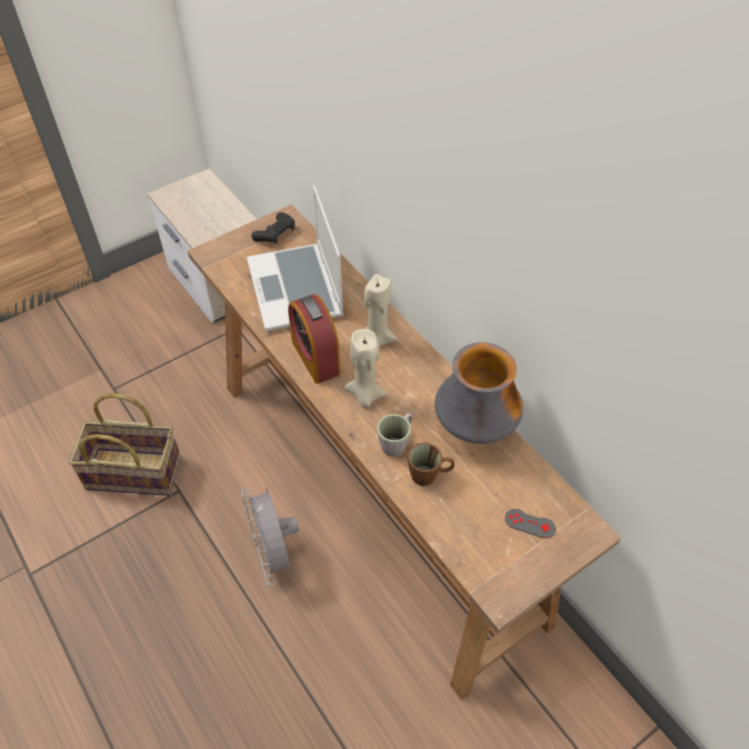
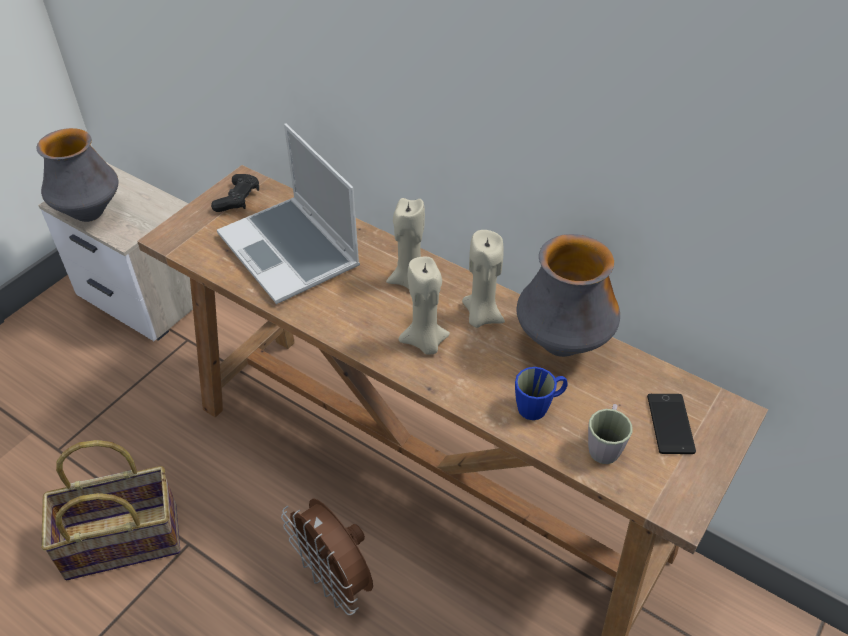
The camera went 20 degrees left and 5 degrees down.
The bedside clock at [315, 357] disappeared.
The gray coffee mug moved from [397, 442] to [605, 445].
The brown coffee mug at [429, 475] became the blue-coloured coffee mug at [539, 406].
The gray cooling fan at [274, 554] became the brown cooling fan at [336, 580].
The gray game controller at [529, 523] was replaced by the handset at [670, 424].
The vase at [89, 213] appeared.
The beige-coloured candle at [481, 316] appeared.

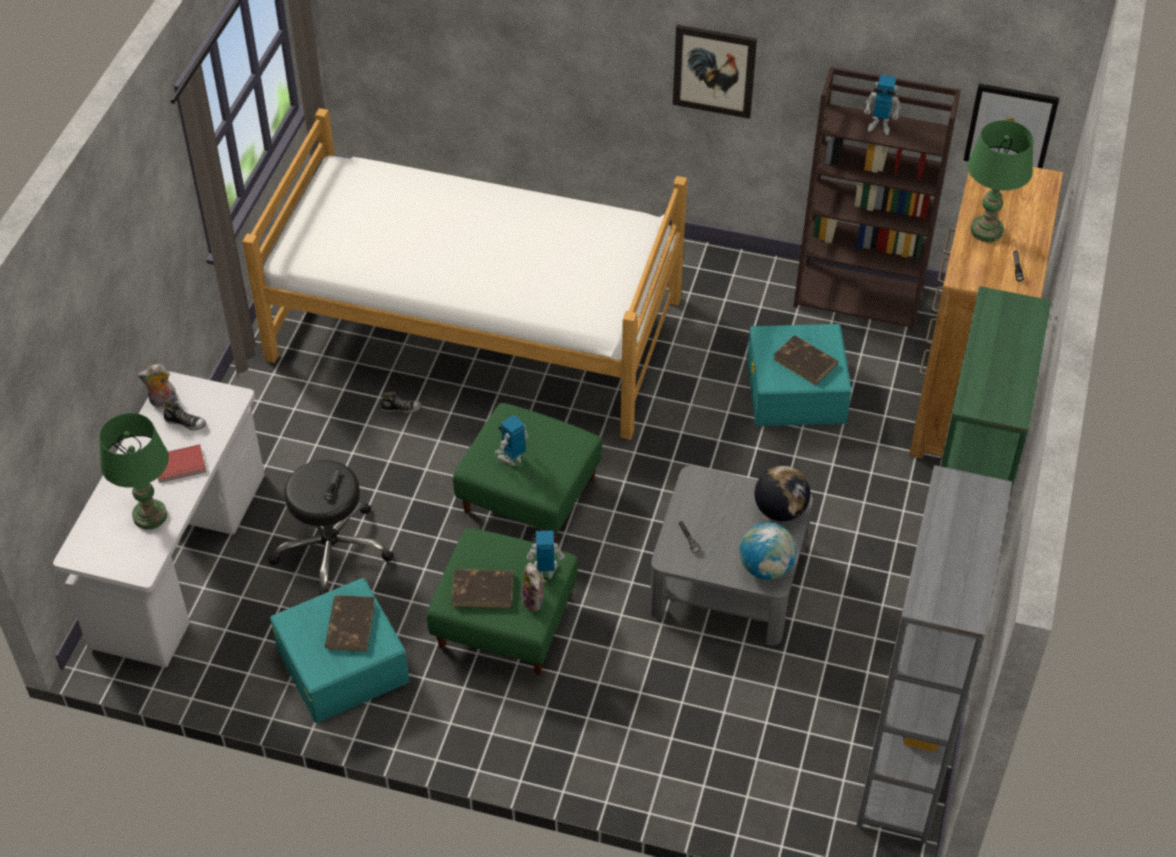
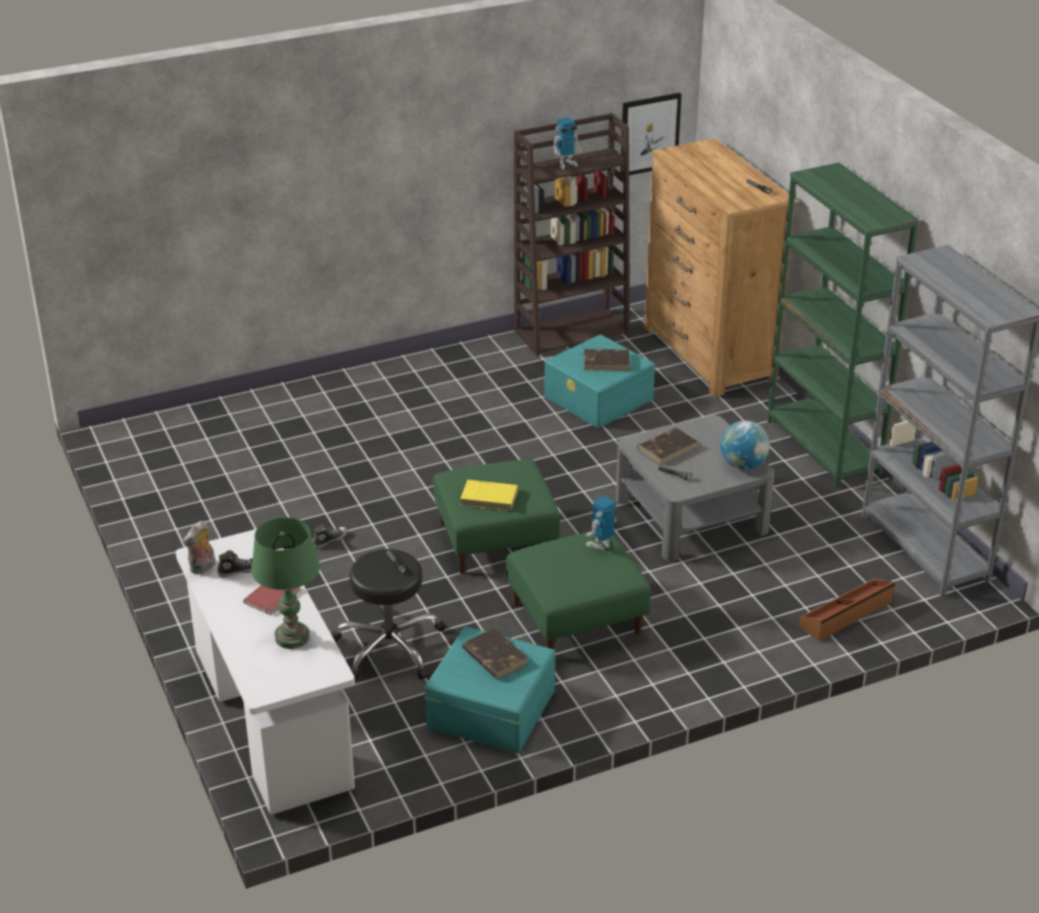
The camera went 40 degrees left and 15 degrees down.
The picture at [714, 71] disappeared.
The bedroom bed at [475, 328] disappeared.
The green-coloured lamp for a table at [986, 231] disappeared.
The model robot at [512, 458] was replaced by the yellowish volume at [490, 497].
The world globe at [780, 510] disappeared.
The cuddly toy at [534, 601] disappeared.
The brown volume moved from [483, 590] to [667, 448].
The brown storage bin at [846, 615] appeared.

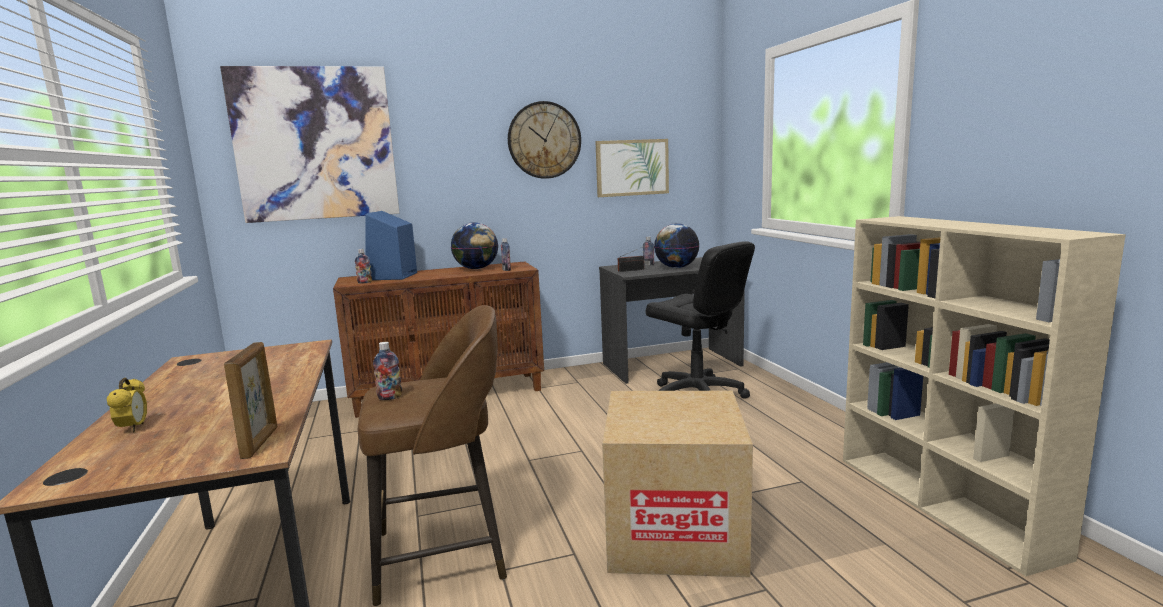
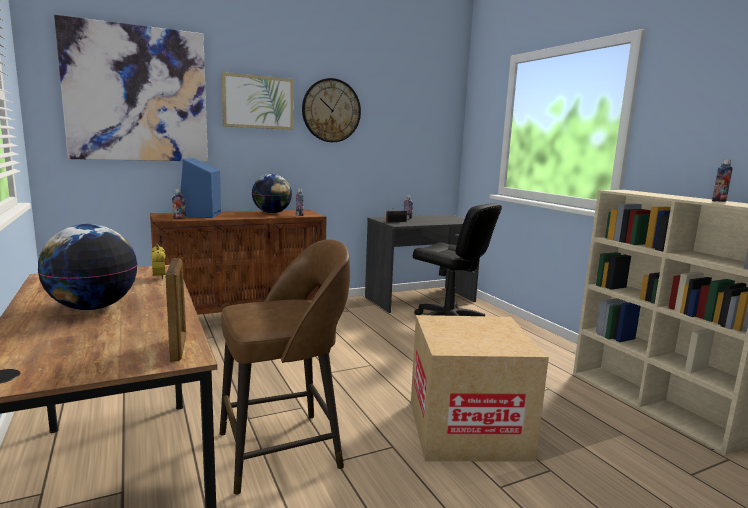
The camera went 10 degrees left and 0 degrees up.
The picture moved from [632, 167] to [258, 102].
The world globe moved from [676, 267] to [93, 307].
The drink bottle moved from [390, 397] to [719, 201].
The bedside clock moved from [133, 428] to [159, 277].

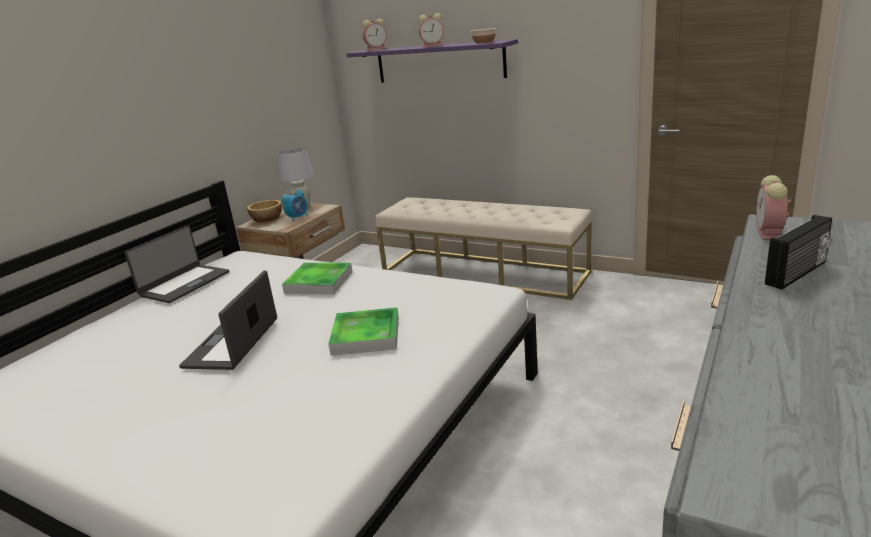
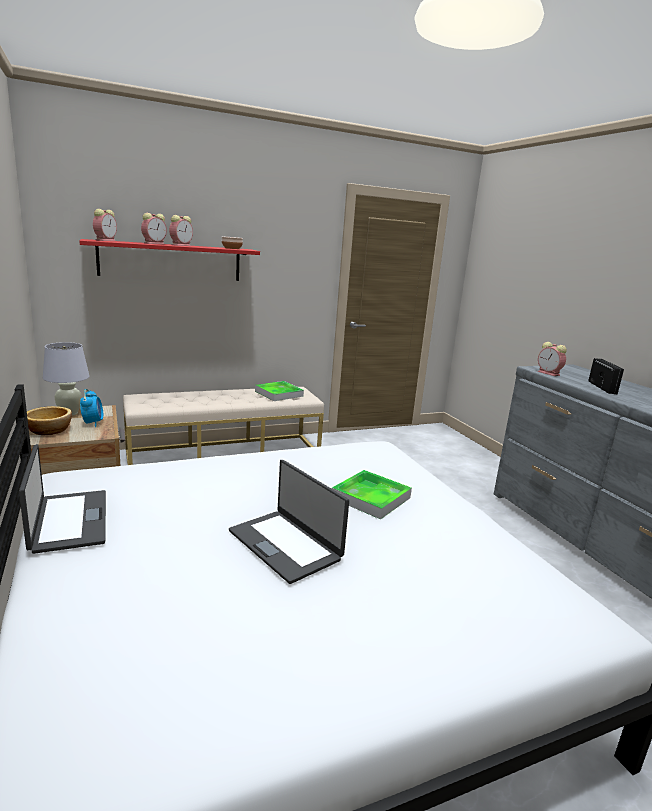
The camera went 55 degrees left and 5 degrees down.
The purple-coloured shelf at [439, 62] became the red-coloured shelf at [171, 261].
The serving tray moved from [319, 282] to [279, 394].
The bedside clock at [154, 243] appeared.

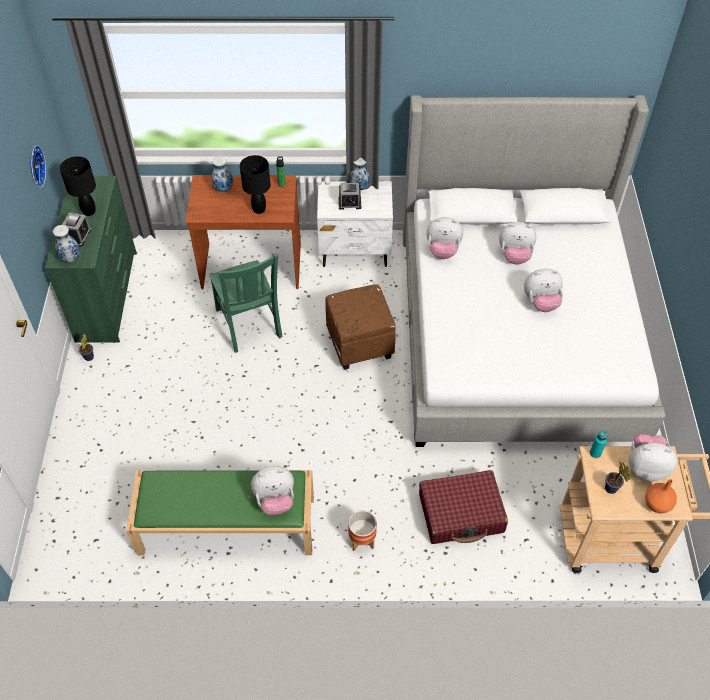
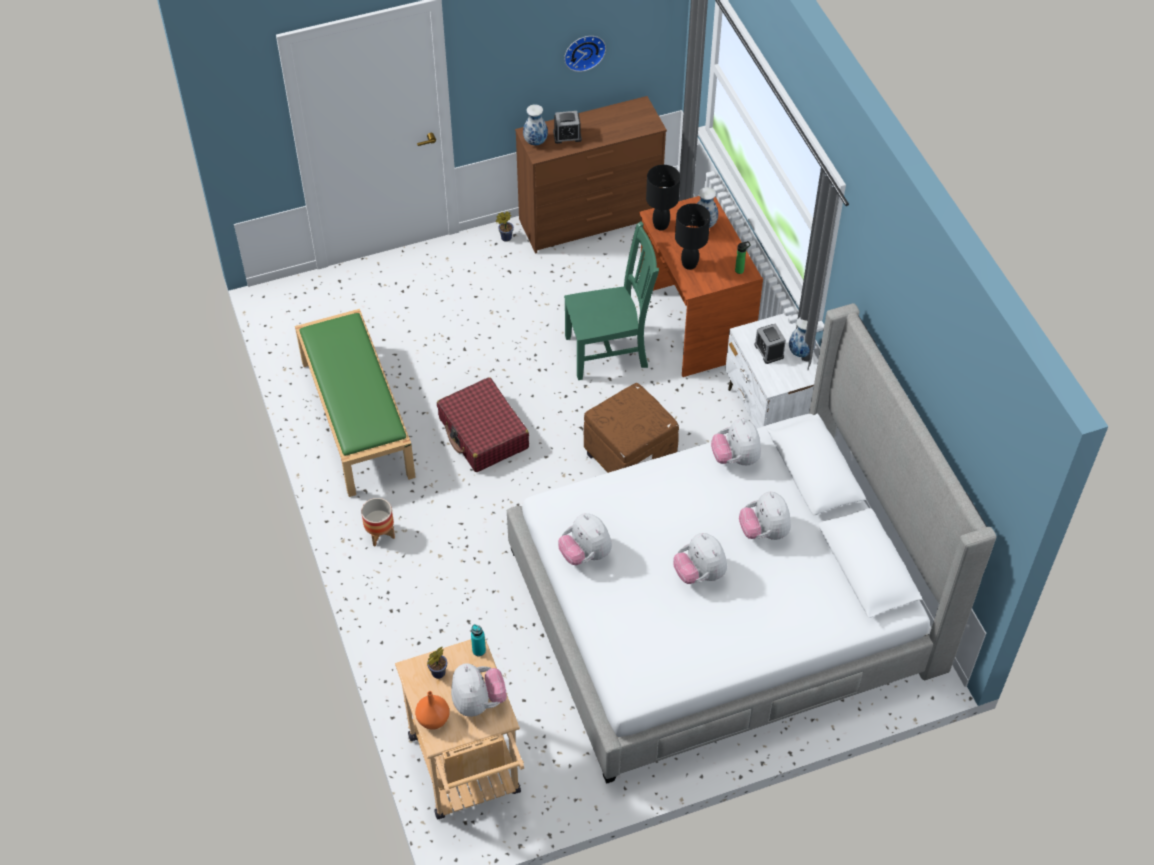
The camera went 70 degrees right and 0 degrees up.
The blackish lamp for a table moved from [88, 211] to [660, 225].
The green-coloured dresser at [108, 296] became the brown dresser at [590, 221].
The green-coloured plain chair at [249, 325] turned 150 degrees counterclockwise.
The cuddly toy moved from [275, 500] to [585, 554].
The red-coloured travel case moved from [461, 513] to [483, 433].

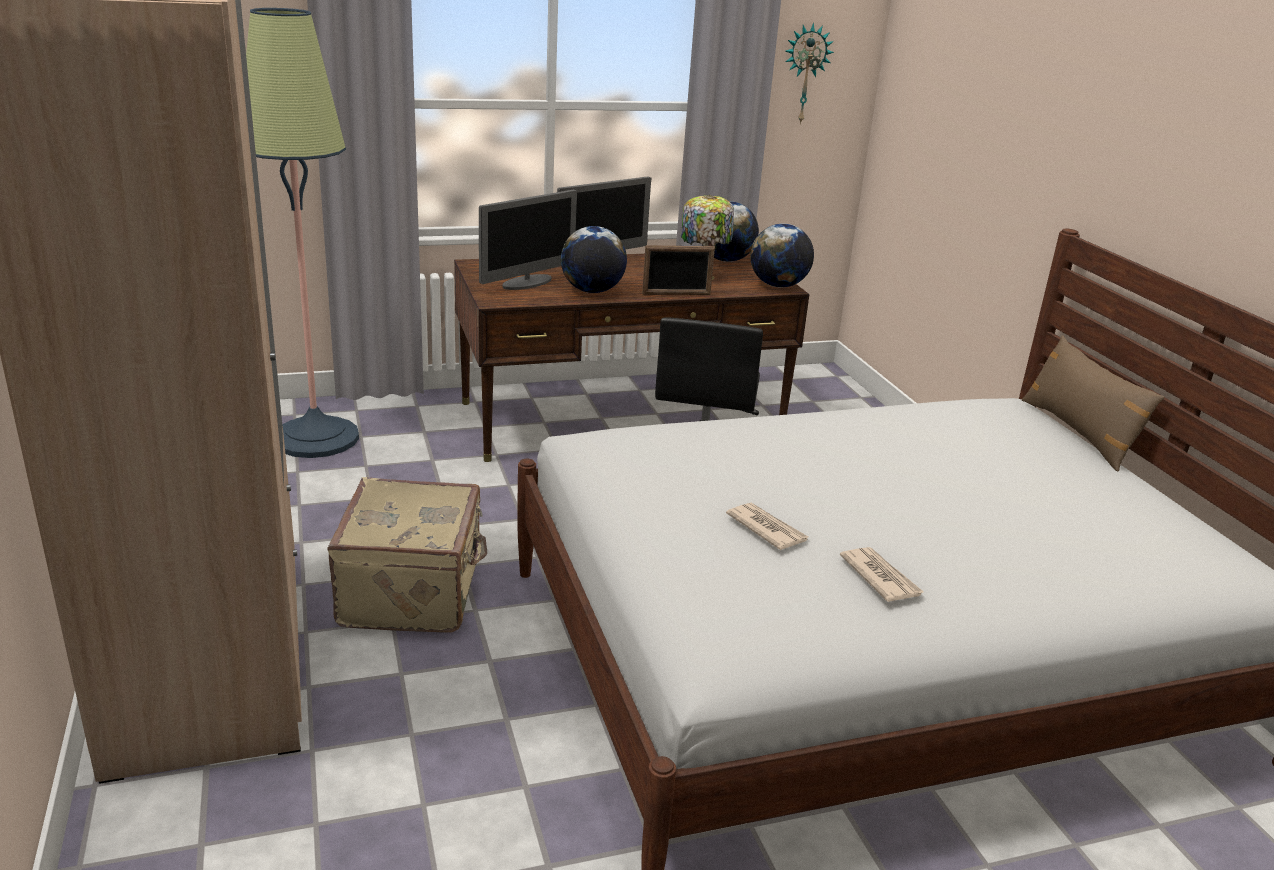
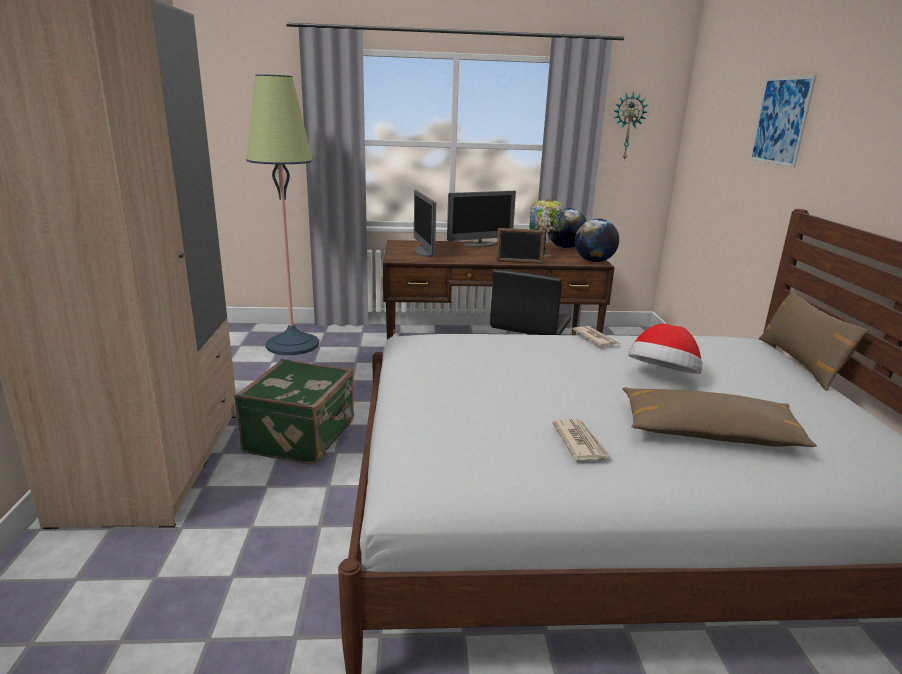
The camera went 15 degrees right and 5 degrees down.
The computer display at [527, 283] turned 105 degrees clockwise.
The world globe at [592, 291] disappeared.
The beige-coloured travel case at [414, 592] became the green-coloured travel case at [302, 437].
The printed paper moved from [766, 529] to [595, 338].
The picture at [781, 121] appeared.
The wearable hat at [662, 378] appeared.
The brown cushion at [709, 433] appeared.

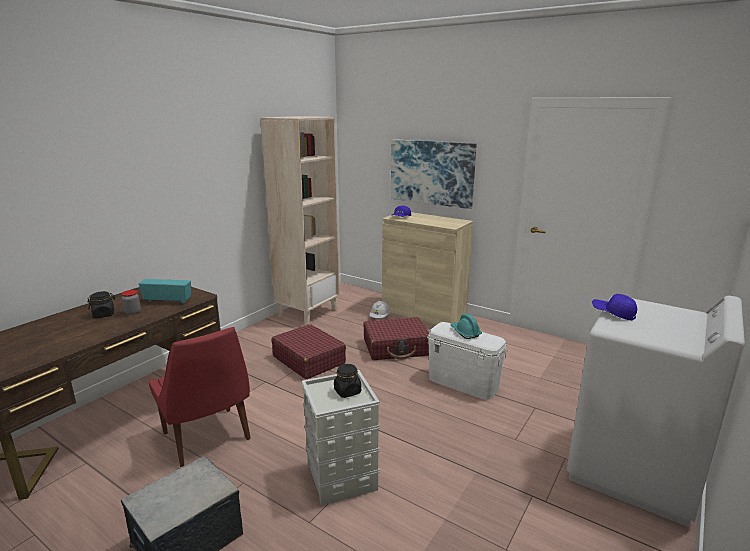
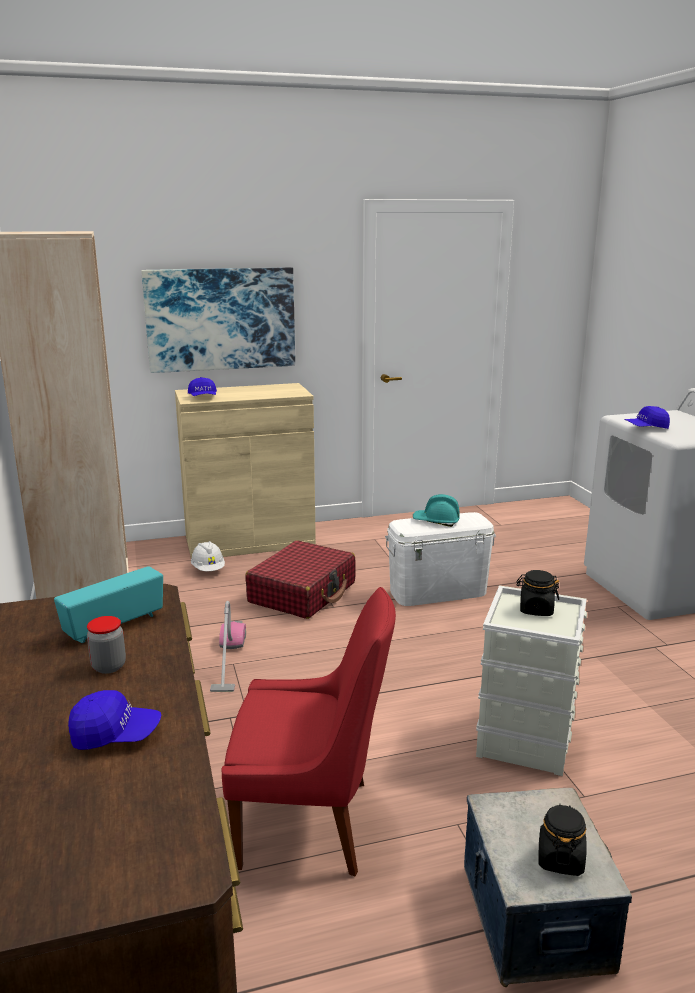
The camera went 50 degrees left and 0 degrees up.
The blackish storage jar moved from [104, 314] to [560, 859].
The red-coloured travel case at [309, 360] was replaced by the vacuum cleaner at [228, 661].
The blue-coloured peaked cap at [115, 735] appeared.

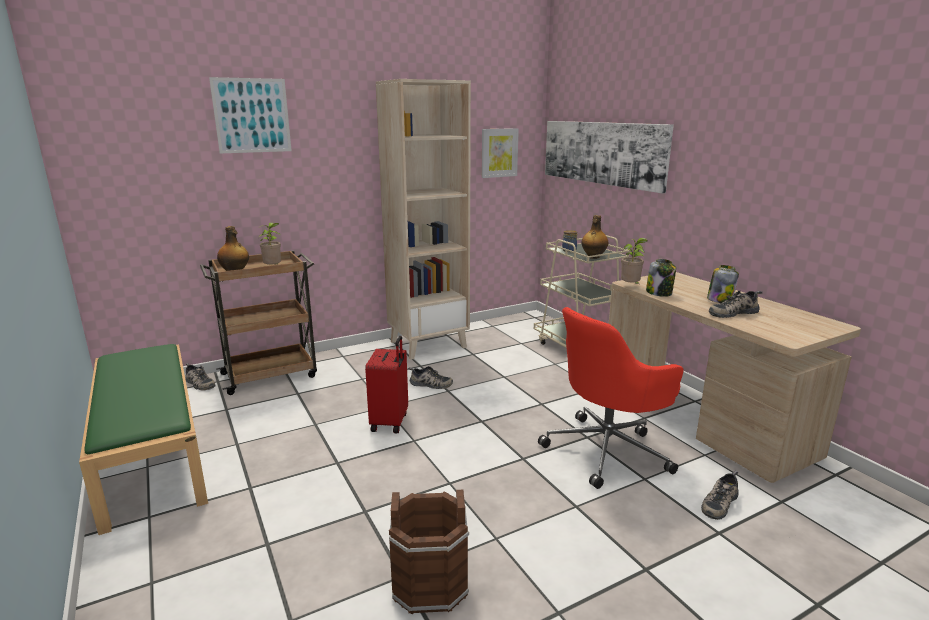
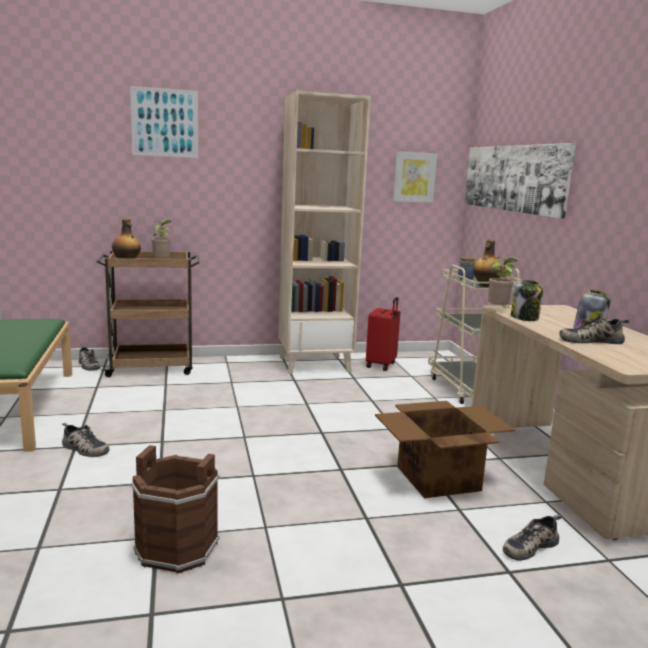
The camera went 15 degrees right and 5 degrees down.
The red-coloured office chair at [608, 450] was replaced by the carton at [436, 478].
The red-coloured travel case moved from [390, 422] to [382, 365].
The item of footwear moved from [430, 384] to [83, 449].

